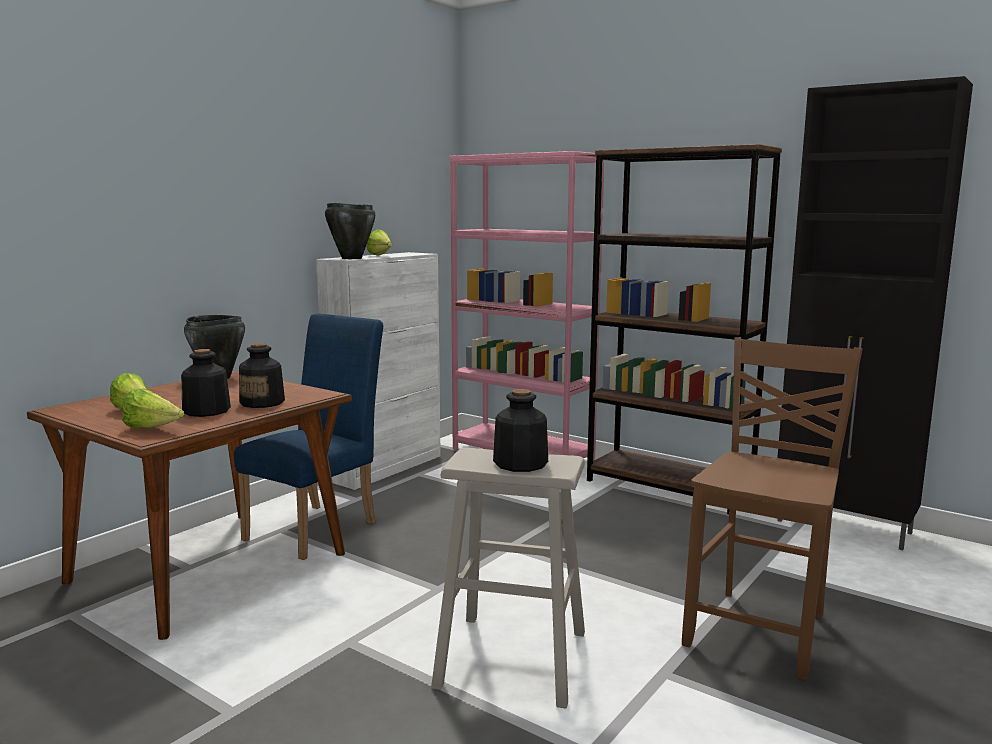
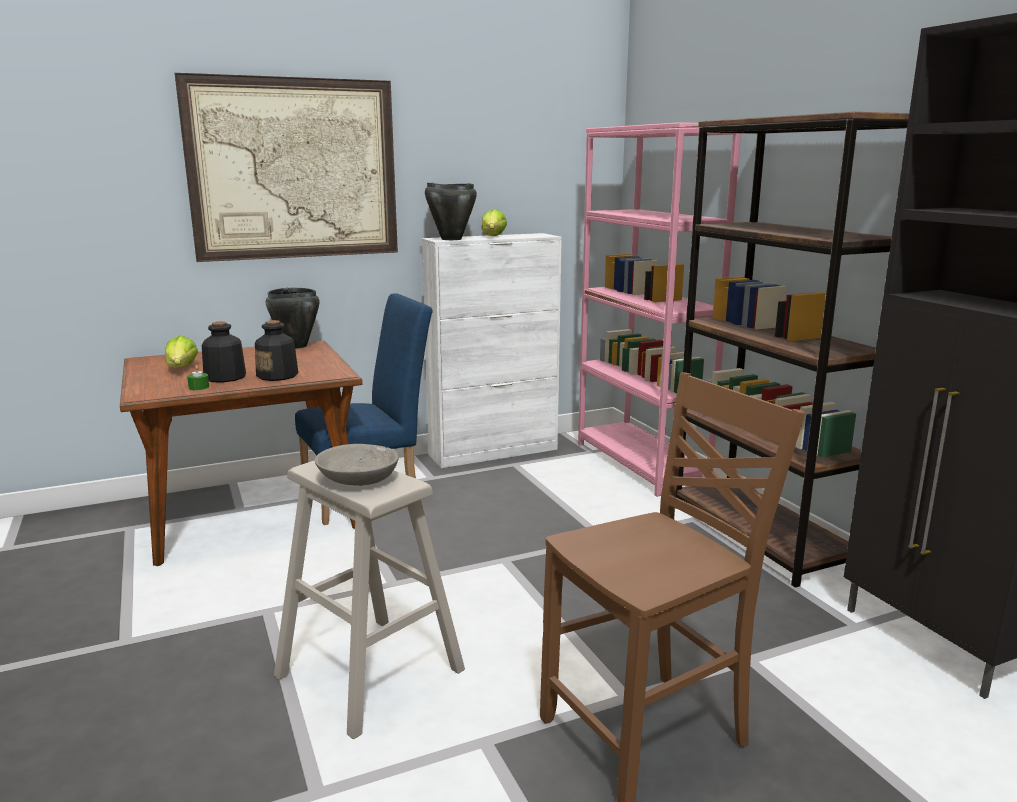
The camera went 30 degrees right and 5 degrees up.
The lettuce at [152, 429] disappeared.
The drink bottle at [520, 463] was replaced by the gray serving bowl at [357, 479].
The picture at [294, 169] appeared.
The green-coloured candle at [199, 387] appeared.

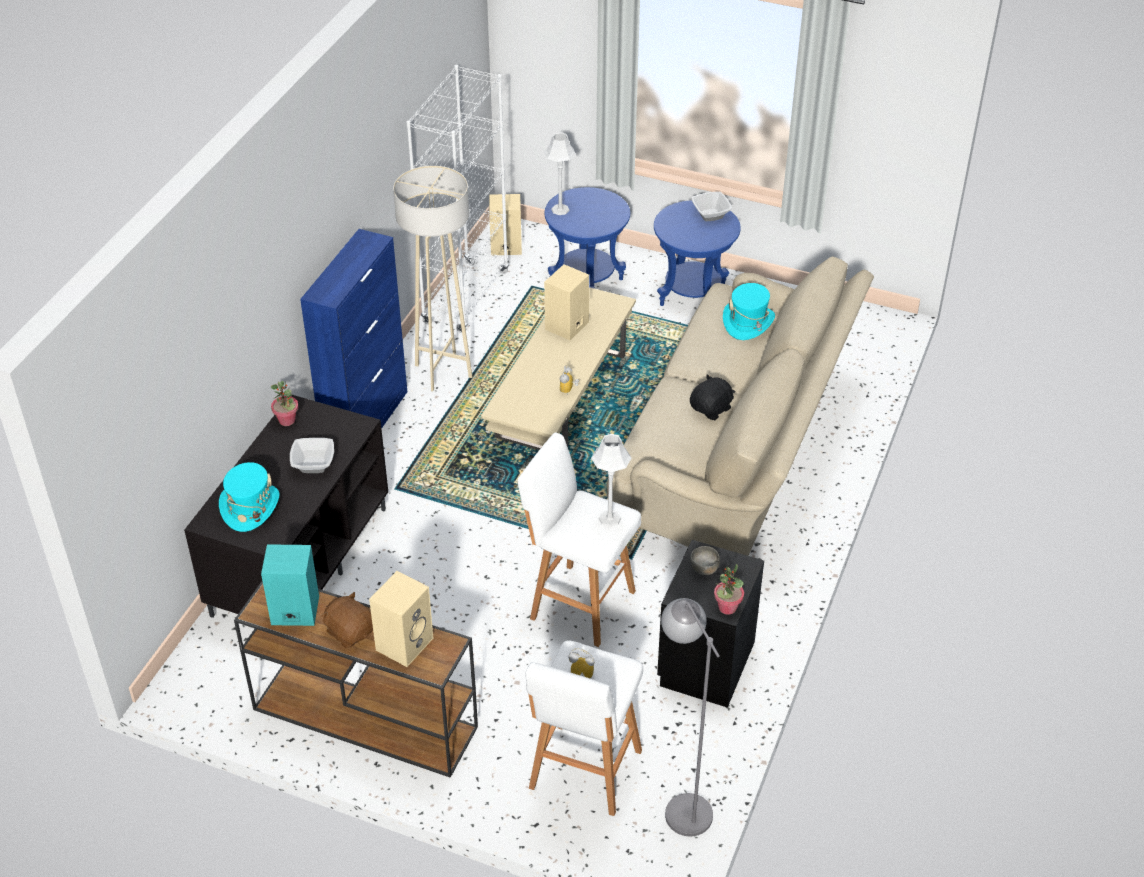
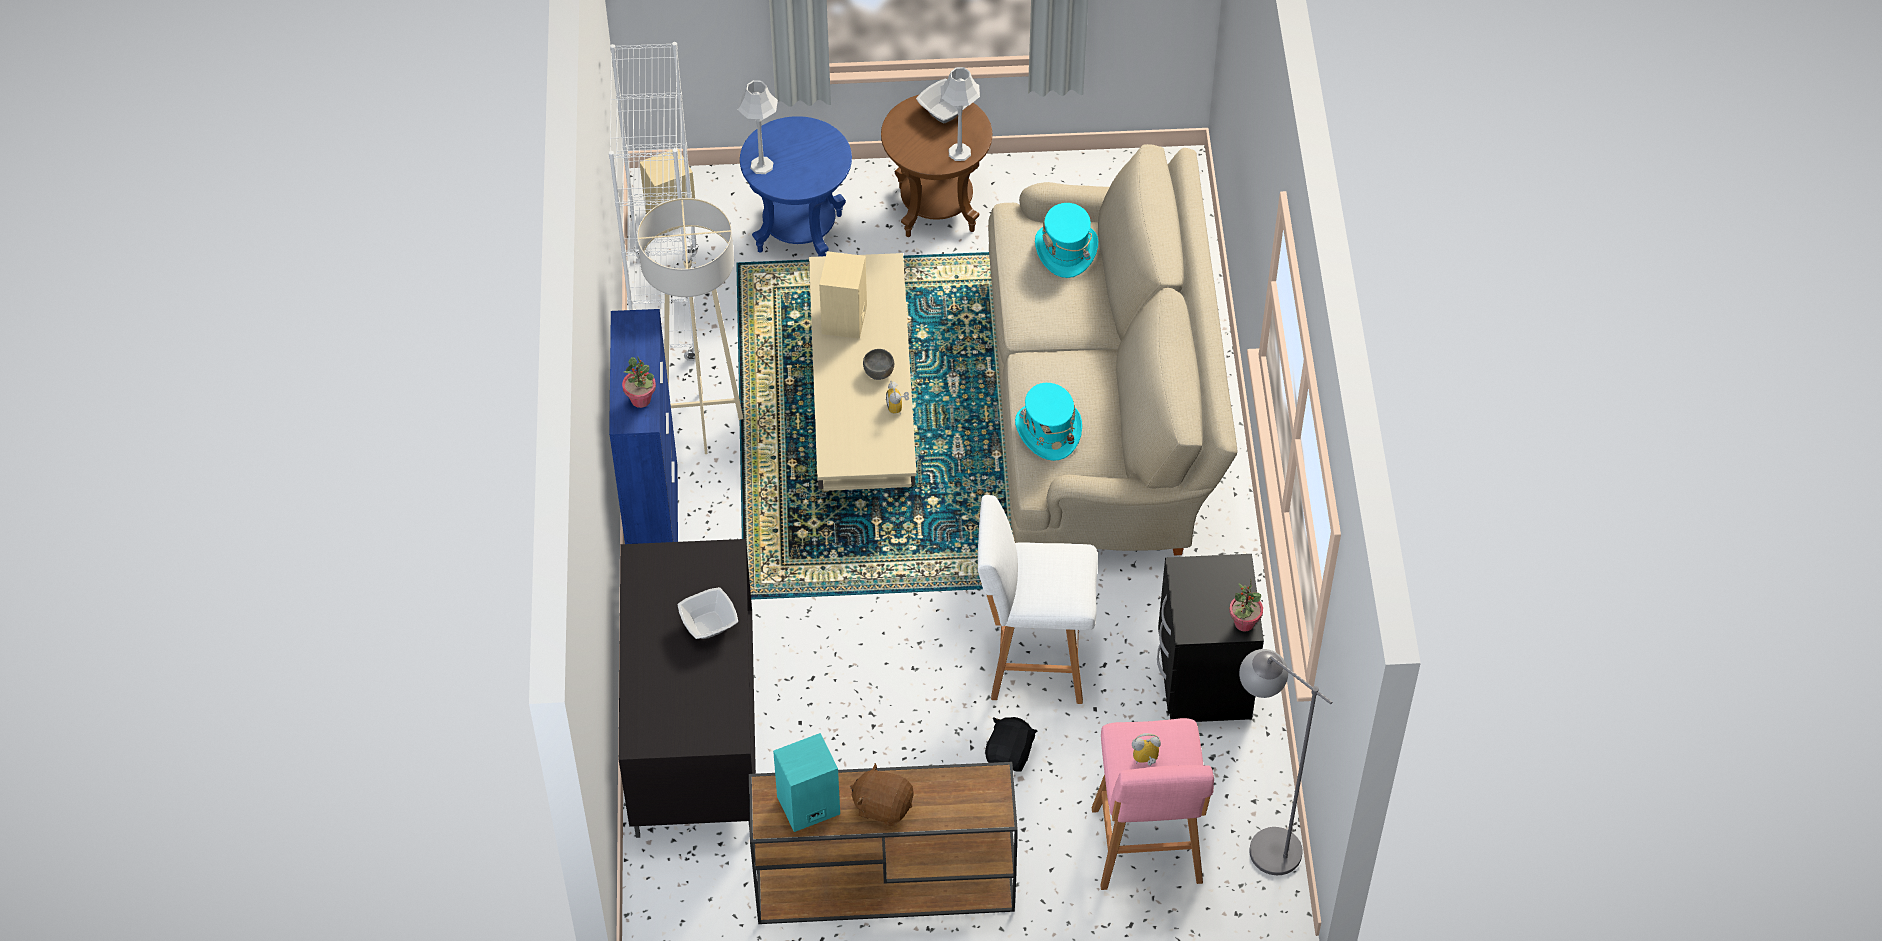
The camera went 25 degrees left and 10 degrees up.
The blue-coloured side table at [692, 295] became the brown side table at [936, 208].
The blackish cuddly toy moved from [711, 409] to [1010, 754].
The potted plant moved from [287, 420] to [641, 399].
The gray lamp for a table moved from [609, 518] to [959, 152].
The blue-green wearable hat moved from [250, 507] to [1047, 431].
The gray serving bowl moved from [704, 568] to [879, 372].
The beige-coloured audio speaker at [404, 643] disappeared.
The white-coloured stool at [584, 772] became the pink stool at [1147, 850].

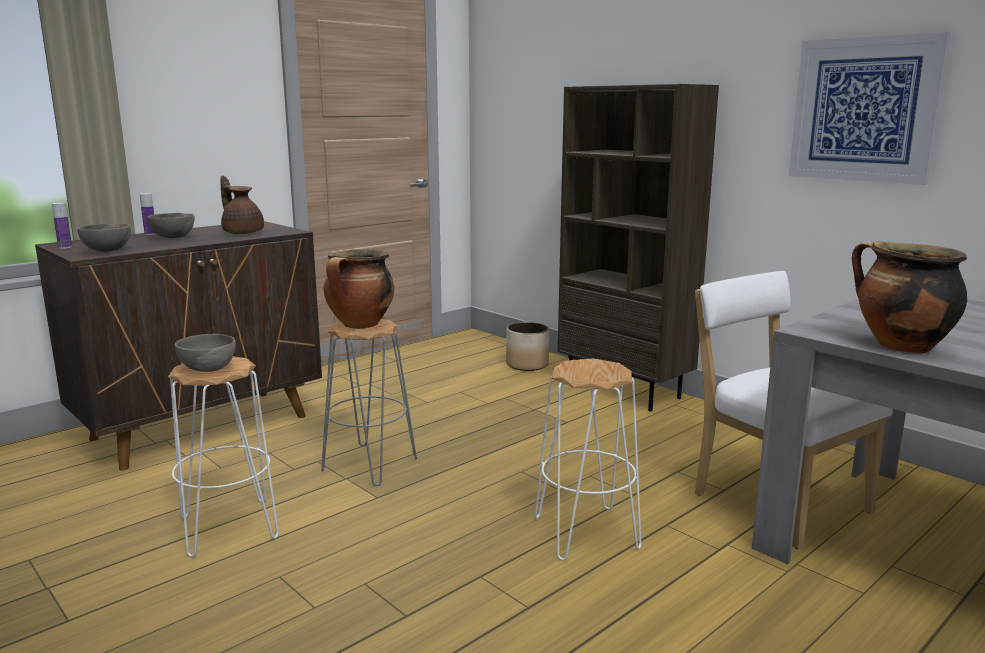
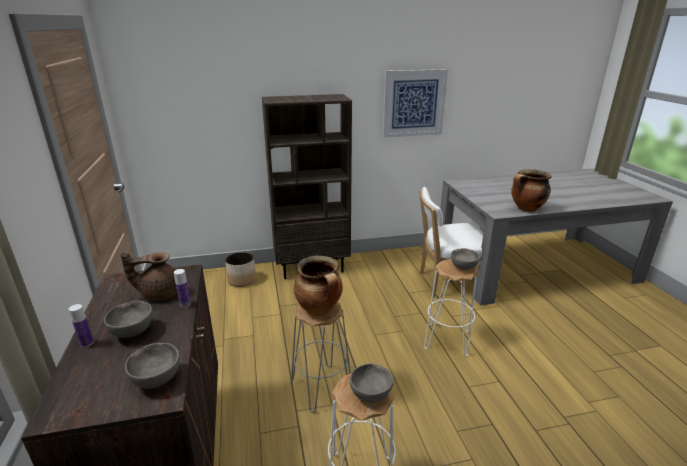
The camera went 60 degrees left and 10 degrees up.
The drink bottle moved from [65, 247] to [185, 304].
The gray serving bowl at [464, 267] appeared.

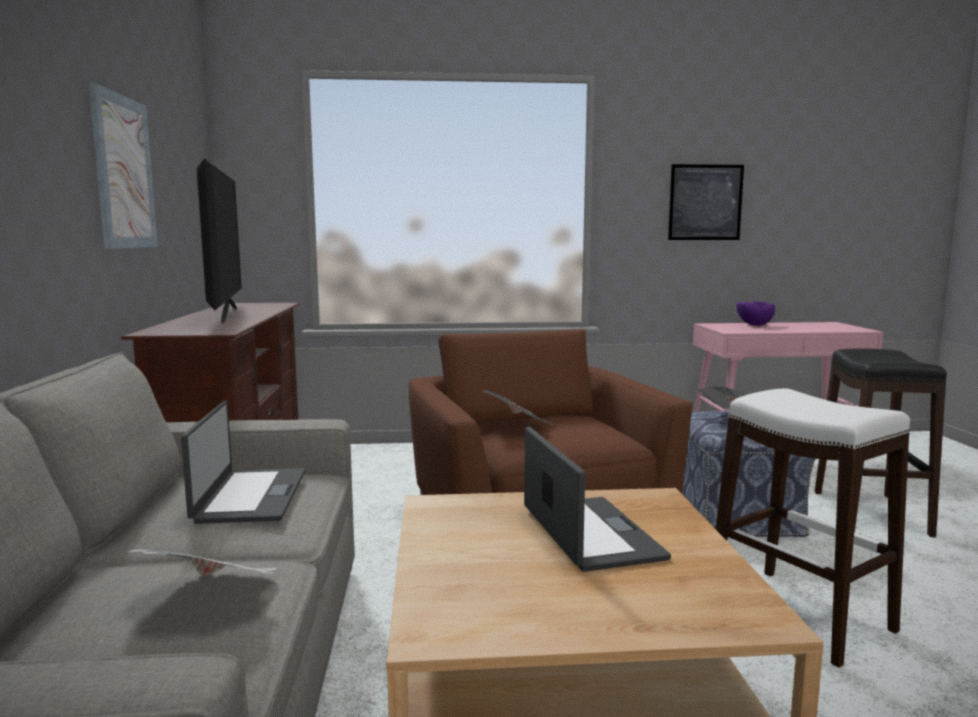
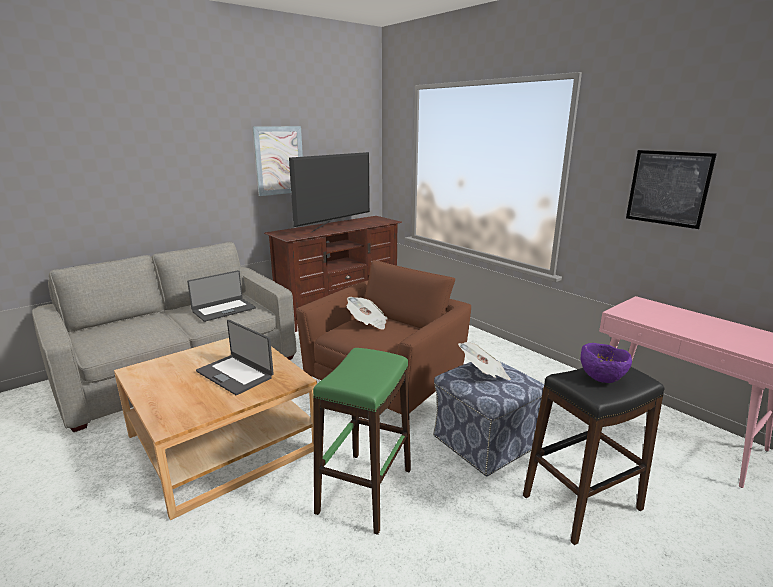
The camera went 55 degrees right and 10 degrees up.
The purple-coloured serving bowl moved from [754, 325] to [602, 378].
The white-coloured stool at [800, 614] became the green-coloured stool at [365, 491].
The portable computer at [588, 533] turned 90 degrees clockwise.
The printed paper at [214, 596] disappeared.

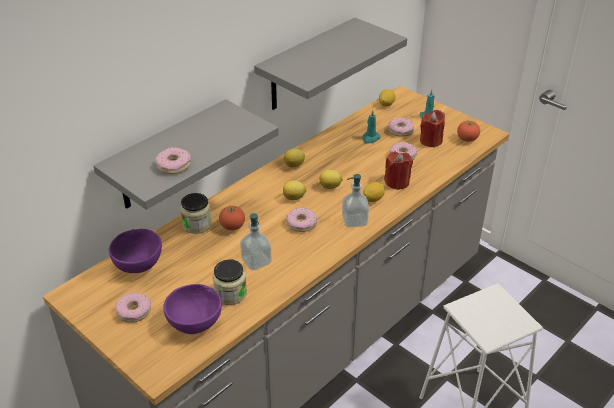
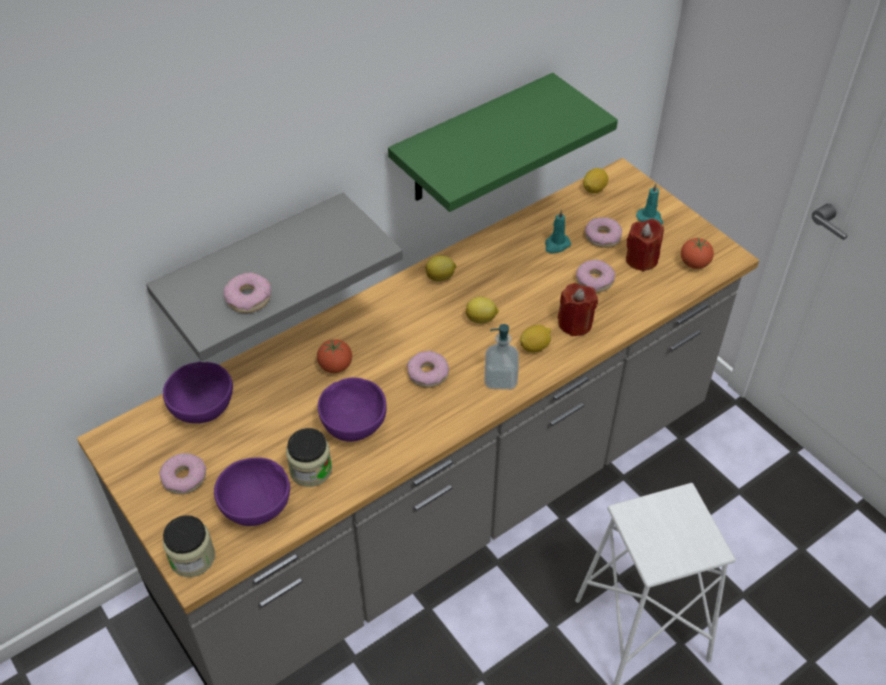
The camera went 10 degrees right and 10 degrees up.
The gray shelf at [307, 65] became the green-coloured shelf at [472, 141].
The whole lemon at [294, 198] disappeared.
The storage jar moved from [197, 224] to [192, 558].
The liquid soap bottle at [256, 261] was replaced by the purple-coloured serving bowl at [354, 425].

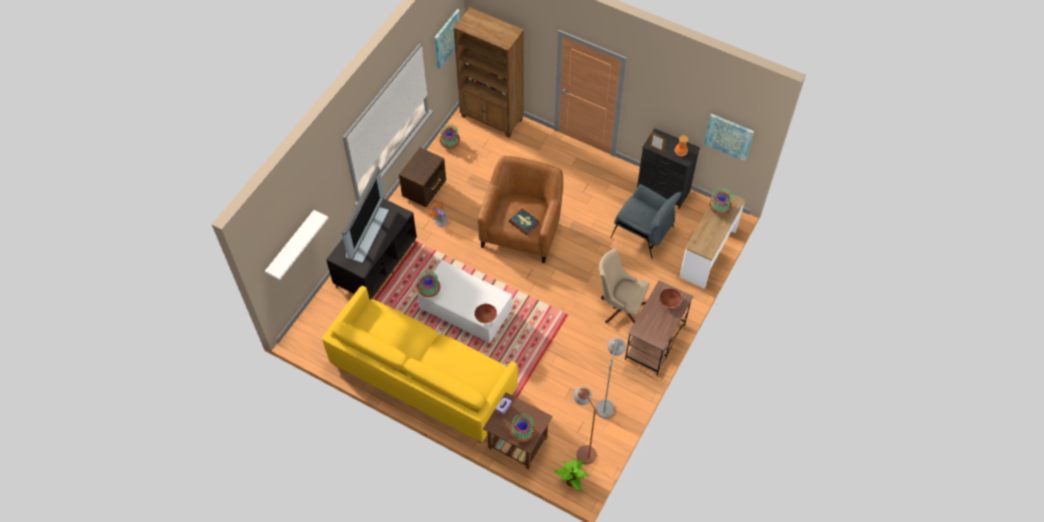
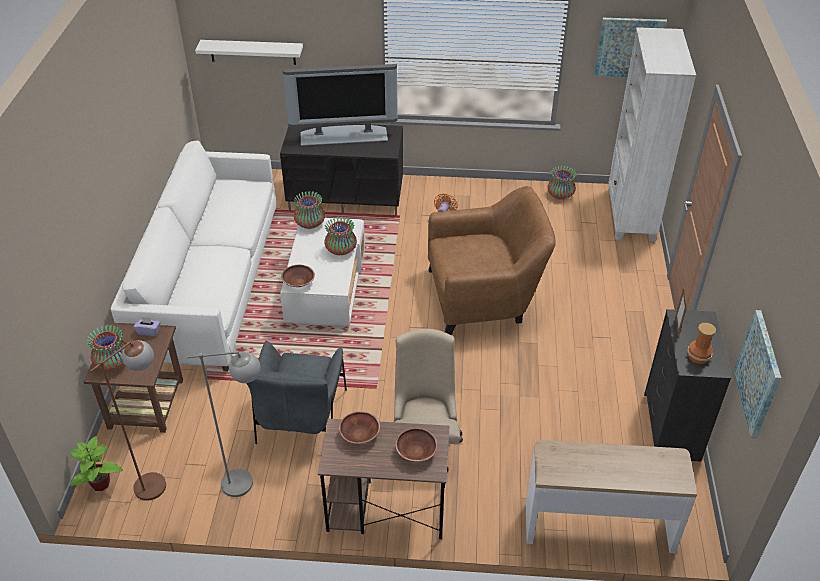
The camera went 65 degrees right and 15 degrees down.
The brown shelving unit at [492, 118] became the white-coloured shelving unit at [630, 216].
The brown nightstand at [425, 190] disappeared.
The gray armchair moved from [642, 233] to [301, 417].
The vase moved from [719, 208] to [340, 250].
The volume at [524, 222] disappeared.
The yellowish sofa at [423, 377] became the white-coloured sofa at [210, 284].
The brown serving bowl at [360, 435] appeared.

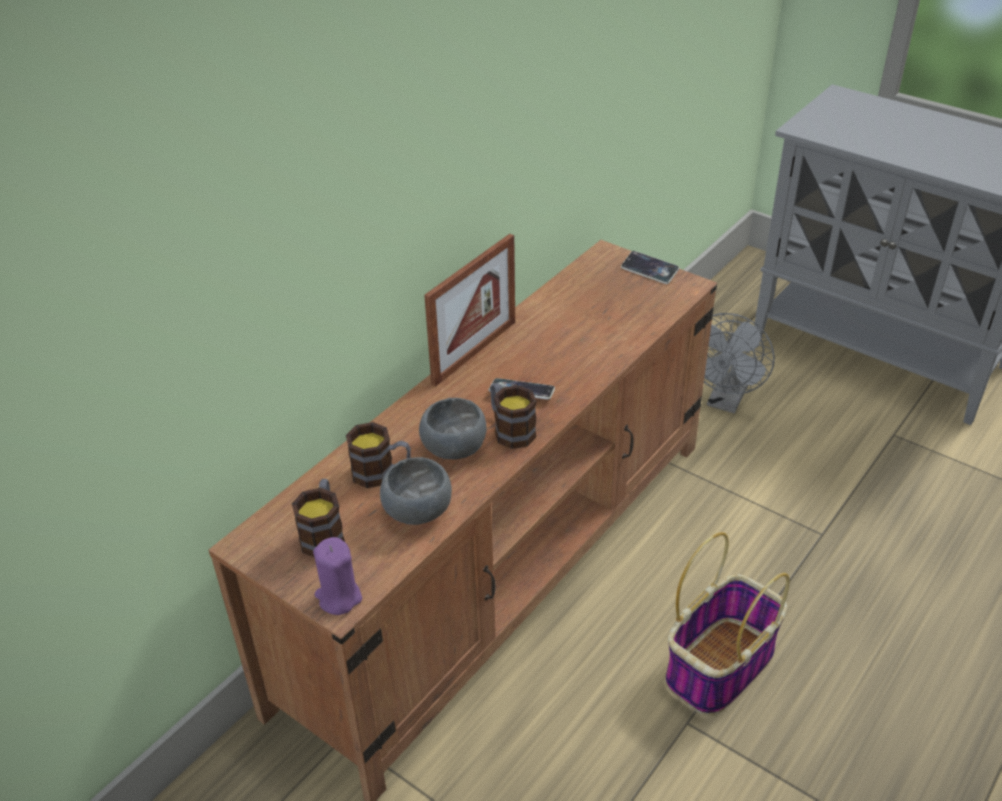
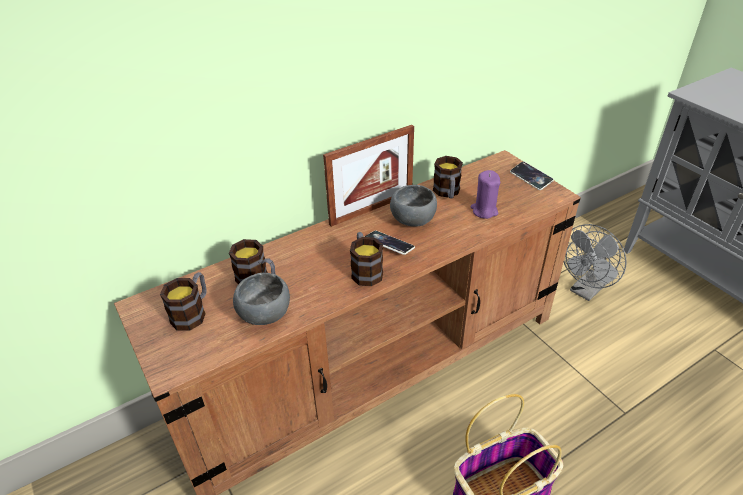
The camera went 20 degrees right and 0 degrees up.
The gray serving bowl moved from [455, 449] to [413, 221].
The purple-coloured candle moved from [338, 597] to [484, 211].
The coffee mug at [447, 193] appeared.

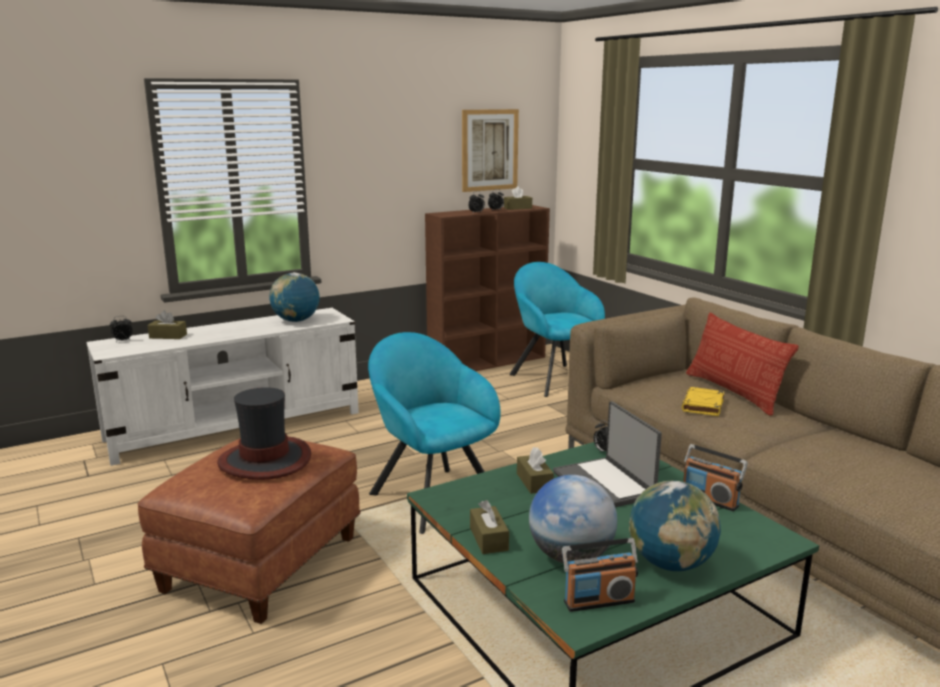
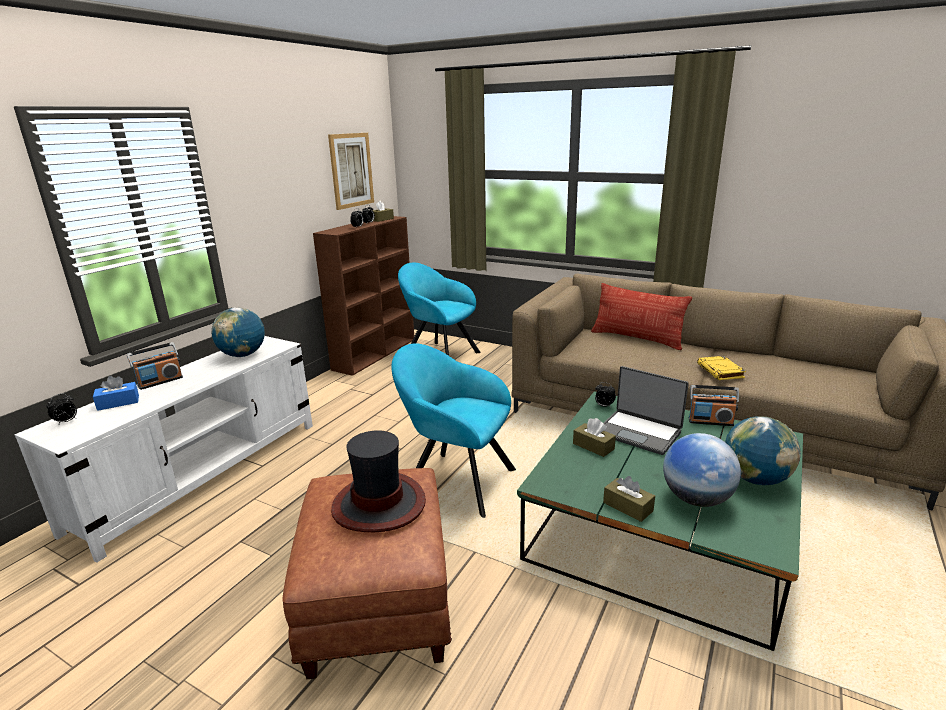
The camera went 30 degrees left and 5 degrees up.
The brown tissue holder at [168, 336] became the blue-coloured tissue holder at [118, 402].
The yellowish volume moved from [703, 405] to [720, 371].
The radio receiver moved from [598, 601] to [160, 382].

